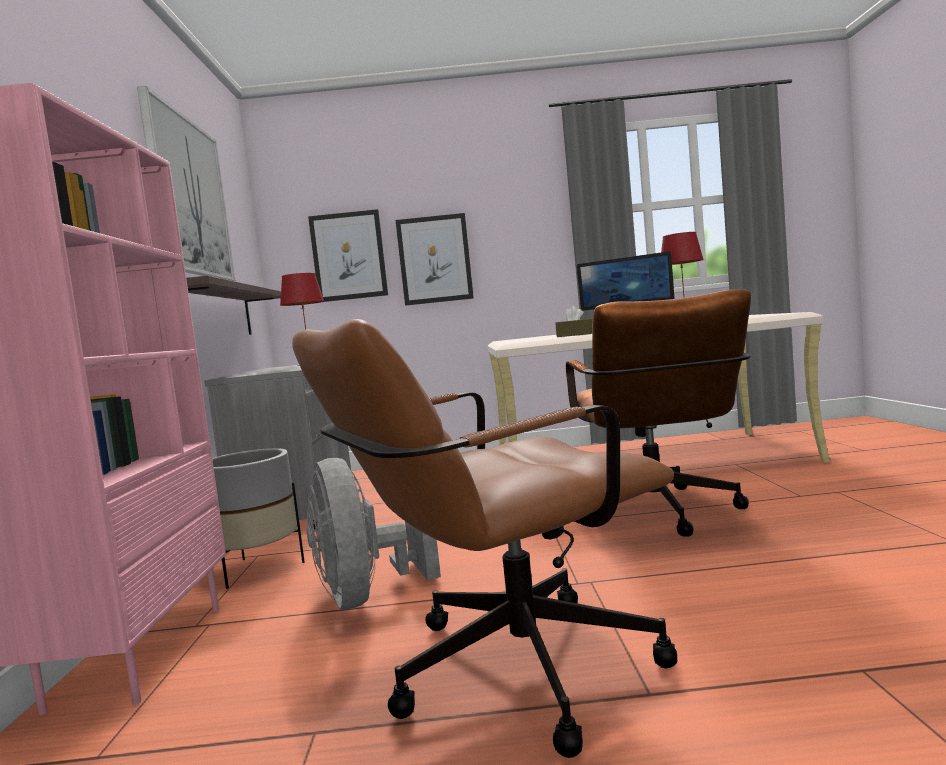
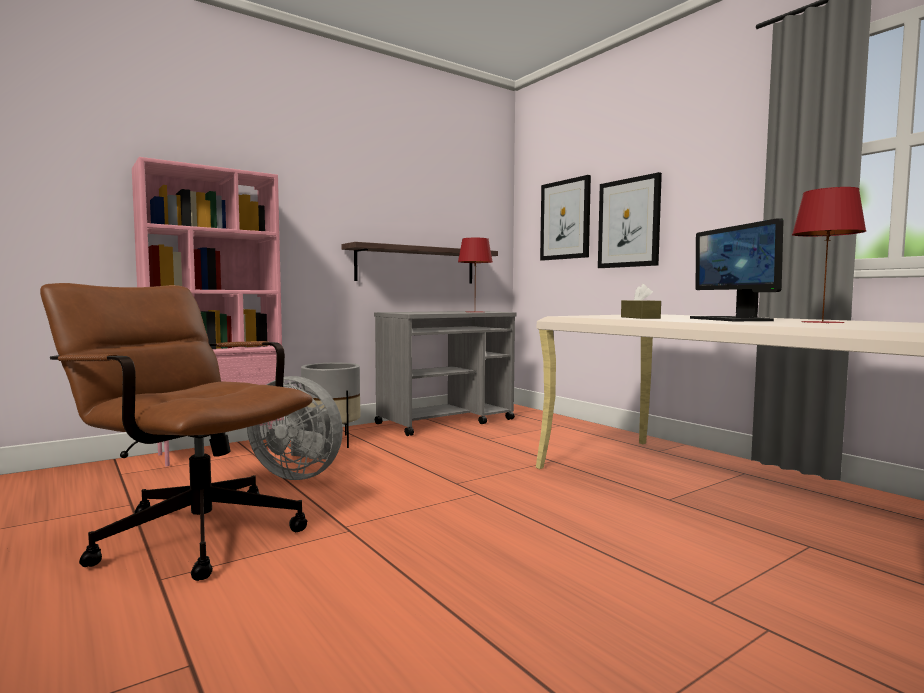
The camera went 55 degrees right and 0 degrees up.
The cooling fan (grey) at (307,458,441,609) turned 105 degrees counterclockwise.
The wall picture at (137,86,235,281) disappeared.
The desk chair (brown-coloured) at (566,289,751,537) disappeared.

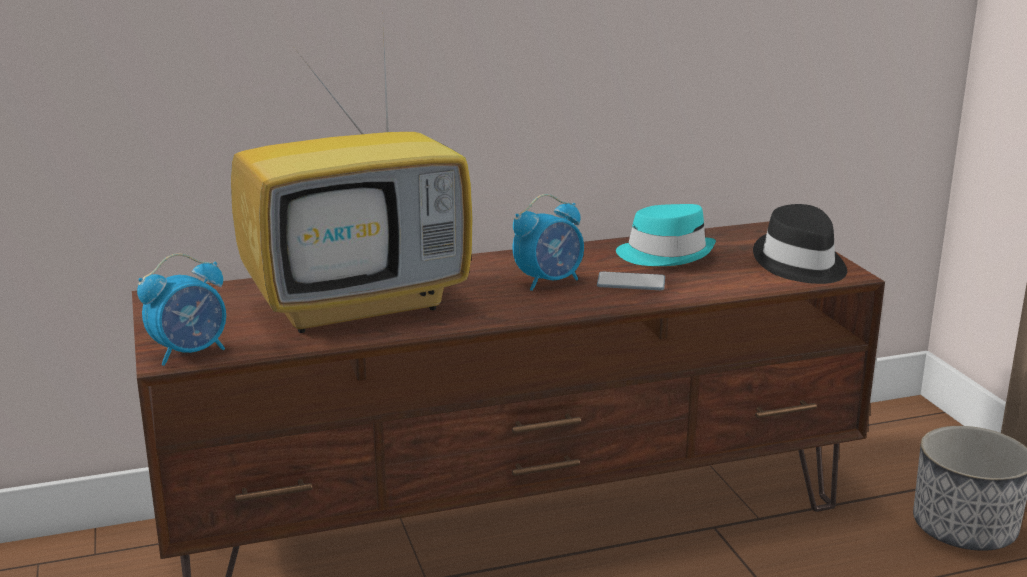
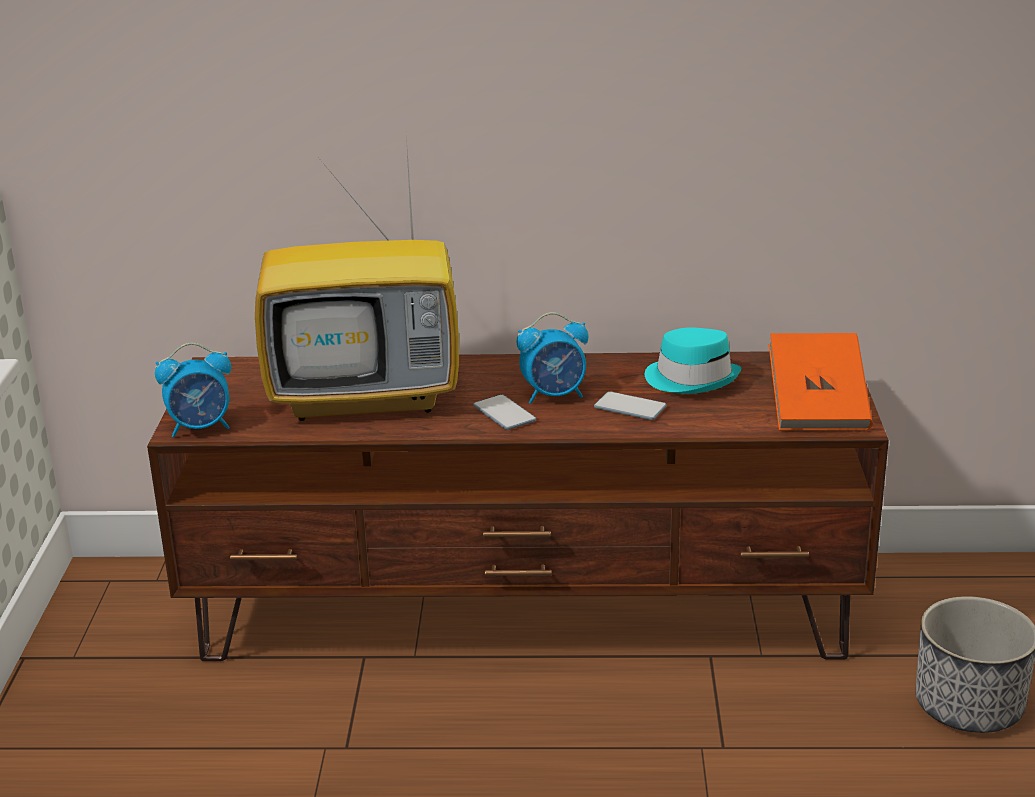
The camera went 20 degrees right and 5 degrees up.
The telephone at (473,394,536,430) appeared.
The clothing hat (blackish) at (753,204,847,284) was replaced by the bound book (orange-coloured) at (769,333,873,430).

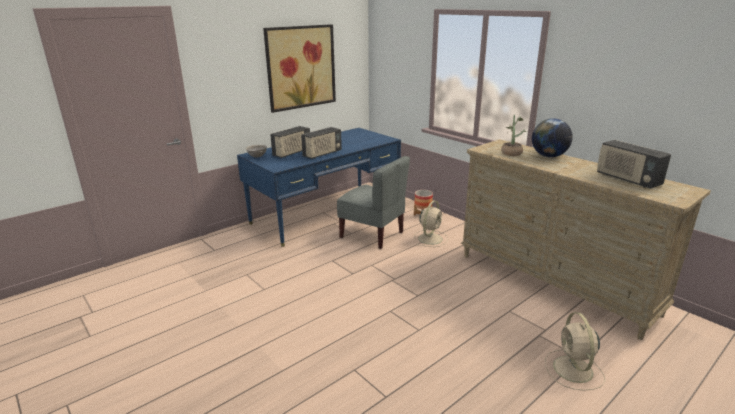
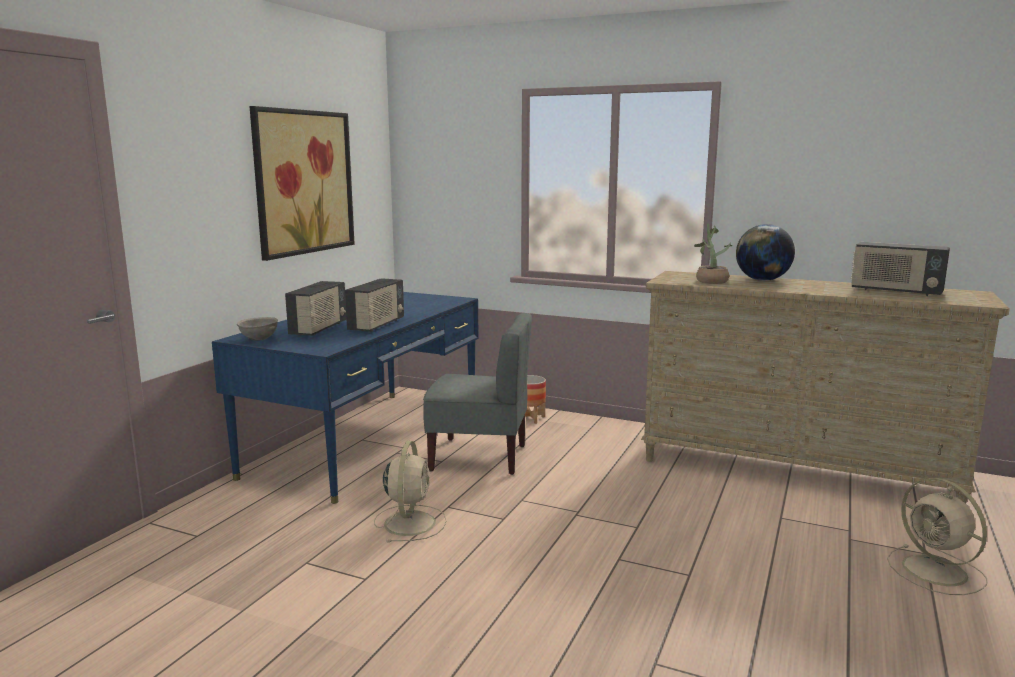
The camera went 25 degrees left and 10 degrees down.
The cooling fan (beige) moved from (414,200,448,247) to (374,441,447,542).

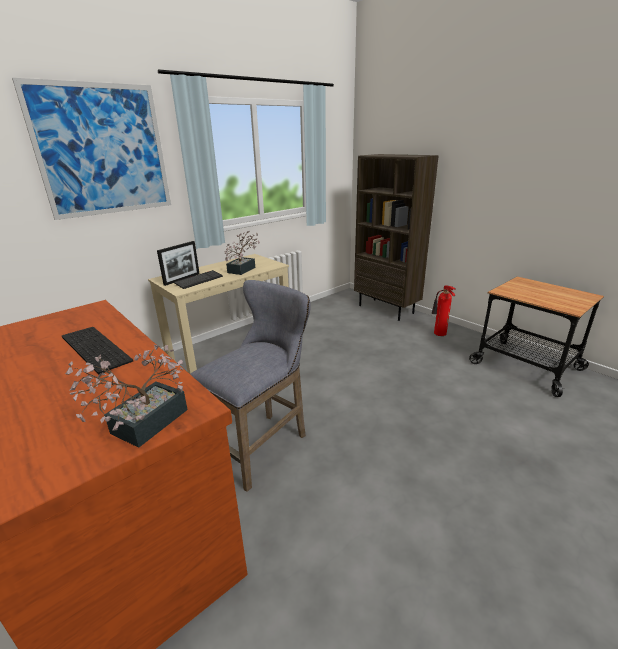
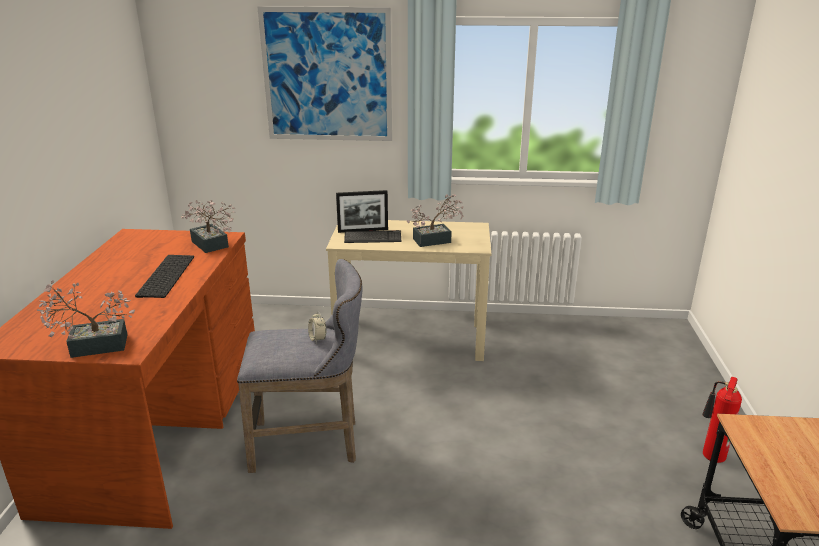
The camera went 45 degrees right and 0 degrees up.
The houseplant at (181,200,235,253) appeared.
The alarm clock at (308,311,326,343) appeared.
The shelving unit (brown-coloured) at (354,154,439,321) disappeared.

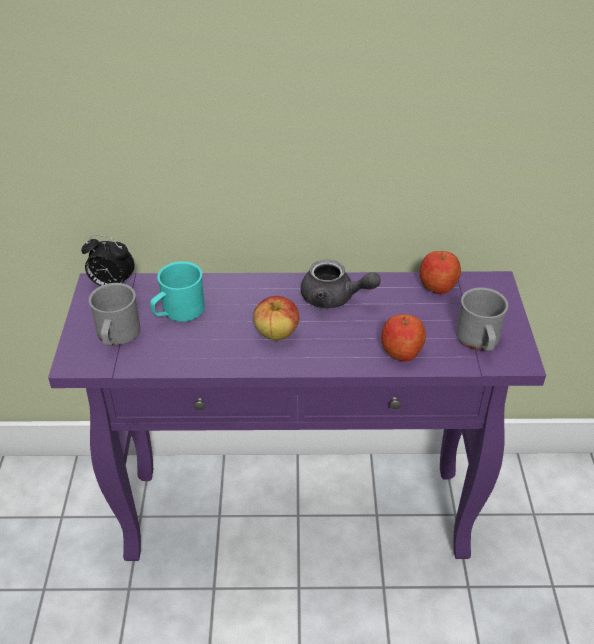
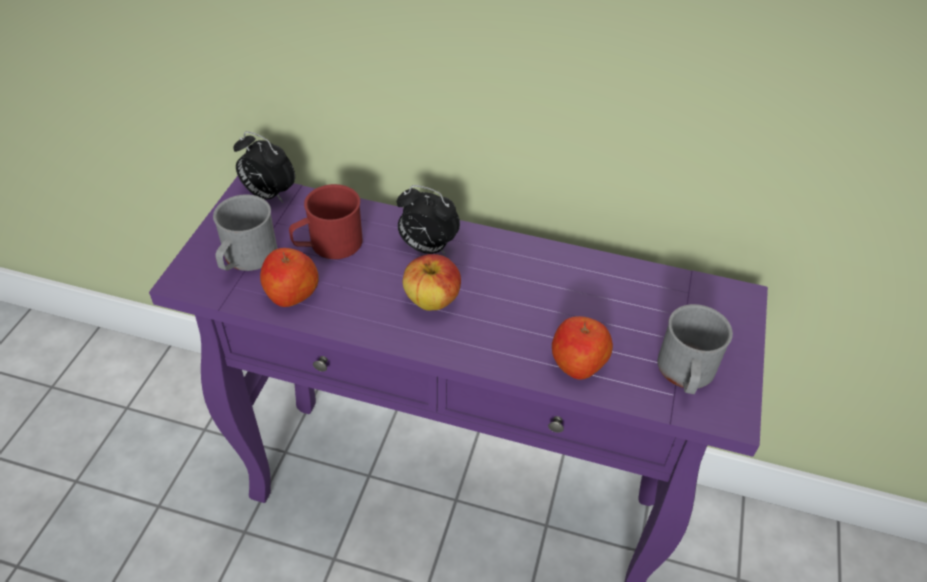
The camera went 15 degrees right and 5 degrees up.
The whole apple moved from (420,251,461,294) to (260,248,319,307).
The coffee mug (turquoise) at (150,261,205,322) became the coffee mug (reddish) at (289,184,363,259).
The alarm clock at (397,185,460,256) appeared.
The teapot (grey) at (301,260,381,308) disappeared.

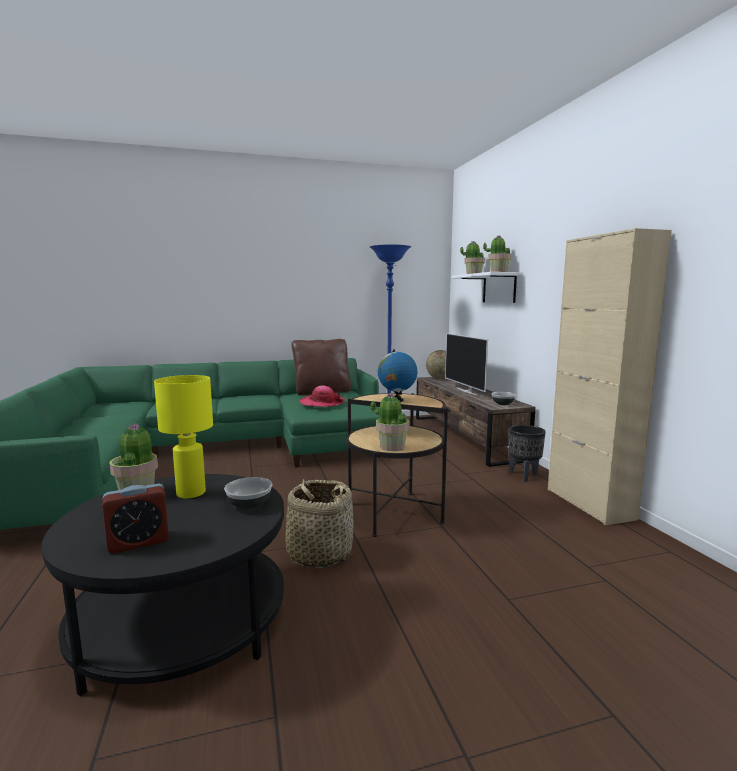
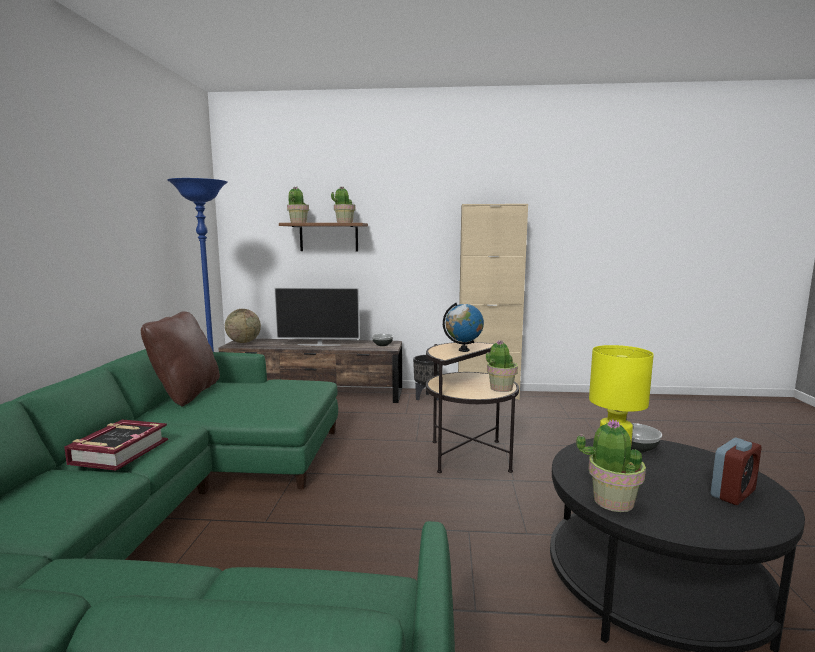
The camera went 70 degrees left and 0 degrees up.
The bound book at (64,419,168,471) appeared.
The wall shelf (white-coloured) at (452,272,523,303) became the wall shelf (brown-coloured) at (279,223,368,251).
The alarm clock at (102,483,169,553) turned 60 degrees clockwise.
The storage basket at (285,479,354,568) disappeared.
The clothing hat at (300,385,345,407) disappeared.

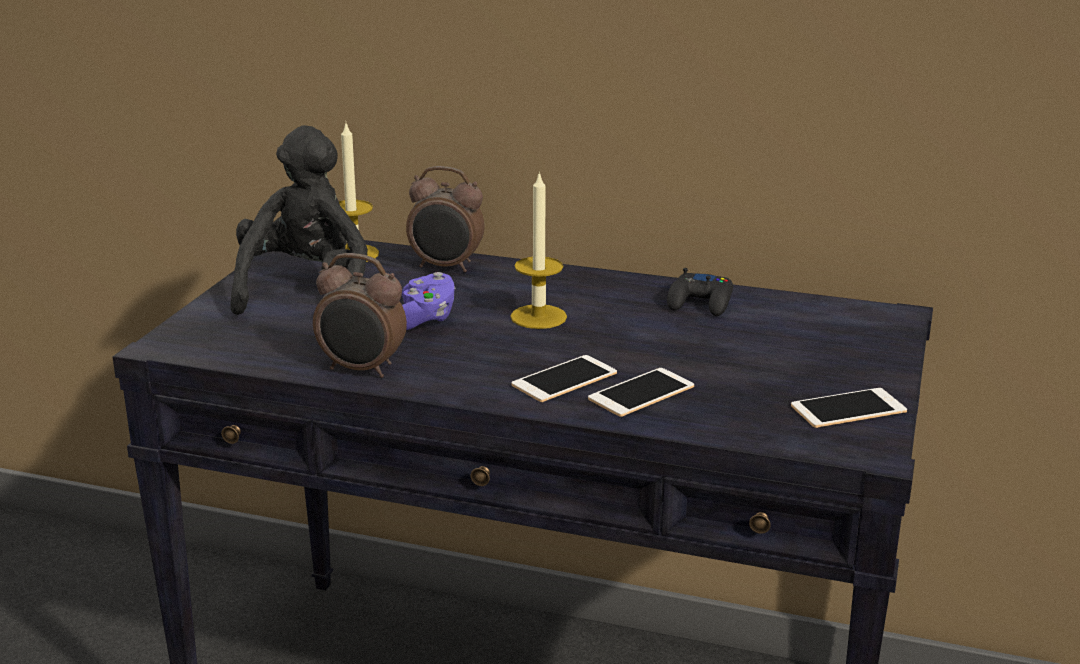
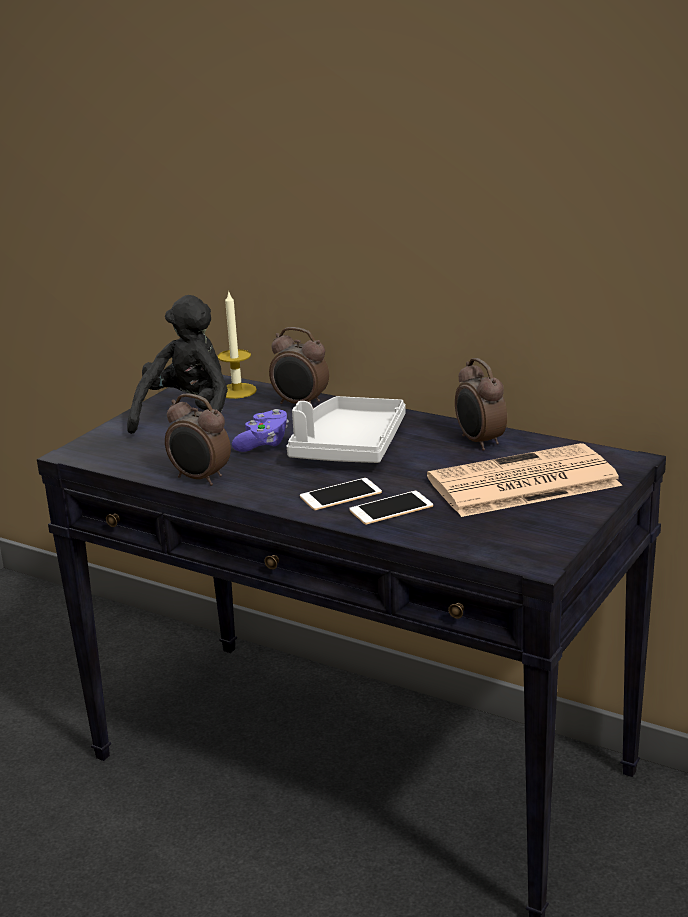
The camera went 15 degrees right and 0 degrees up.
The wax candle at (510,171,567,329) was replaced by the carrying tray (grey) at (286,396,406,463).
The printed paper at (427,443,622,517) appeared.
The gamepad (blackish) at (667,268,733,316) was replaced by the alarm clock at (455,358,507,451).
The telephone at (791,388,907,428) disappeared.

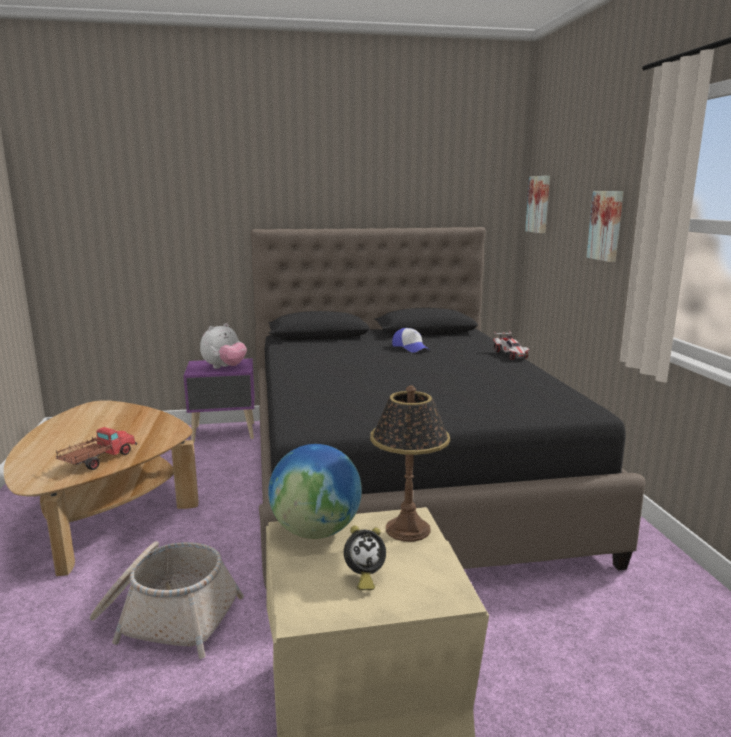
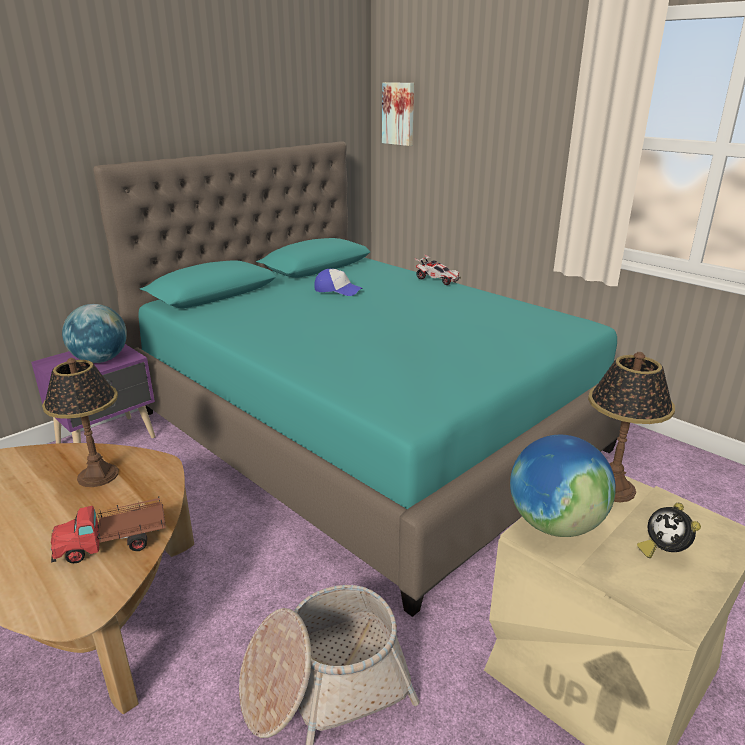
The camera went 35 degrees left and 10 degrees up.
The tabletop lamp at (42,358,119,487) appeared.
The toy lorry at (56,427,137,470) turned 105 degrees counterclockwise.
The plush toy at (200,323,247,369) was replaced by the desk globe at (62,304,127,363).
The bedroom bed (blackish) at (251,227,646,588) became the bedroom bed (turquoise) at (93,141,621,617).
The alarm clock at (344,525,386,590) turned 120 degrees clockwise.
The wall picture at (587,191,624,262) disappeared.

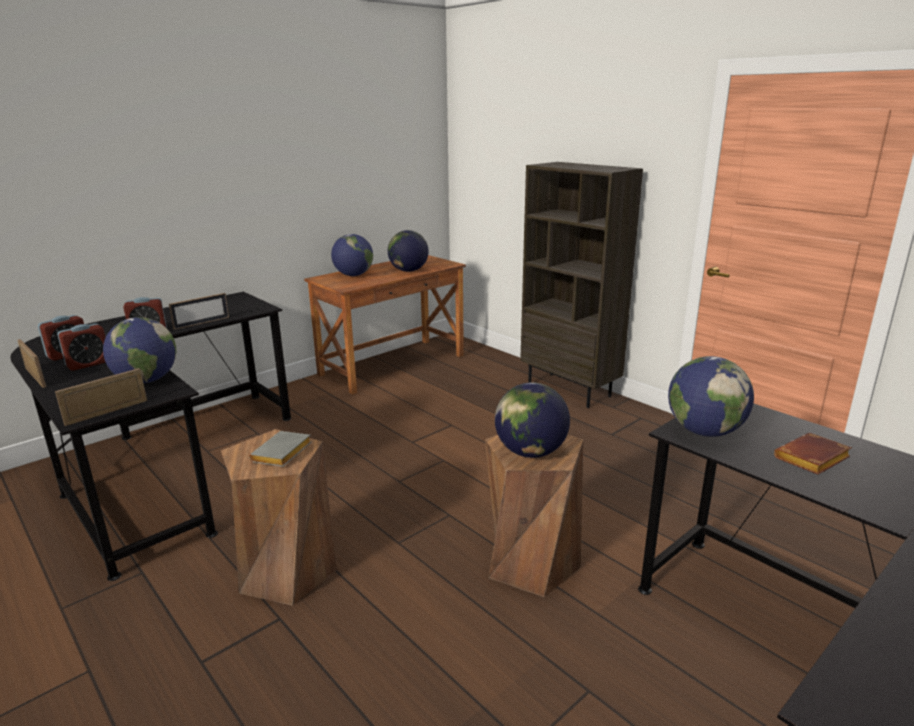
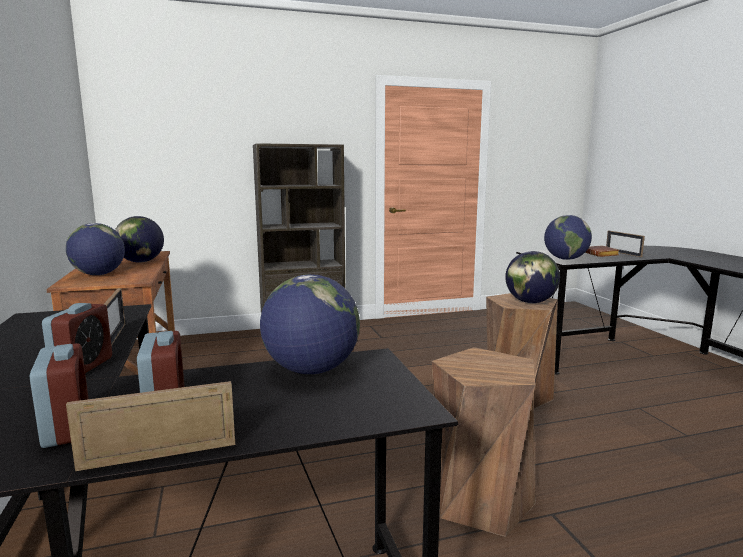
The camera went 65 degrees left and 10 degrees down.
The picture frame moved from (55,368,147,426) to (606,231,645,257).
The bound book (grey) at (249,431,311,467) disappeared.

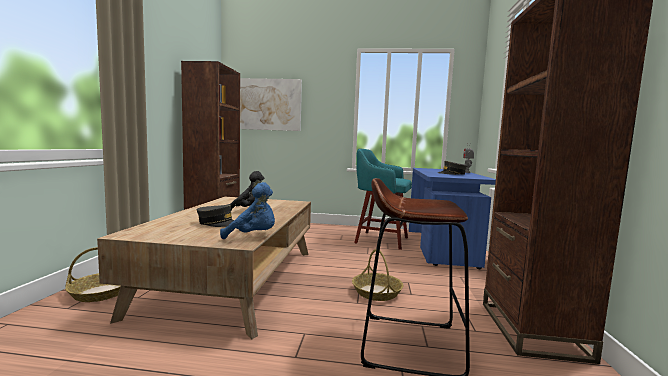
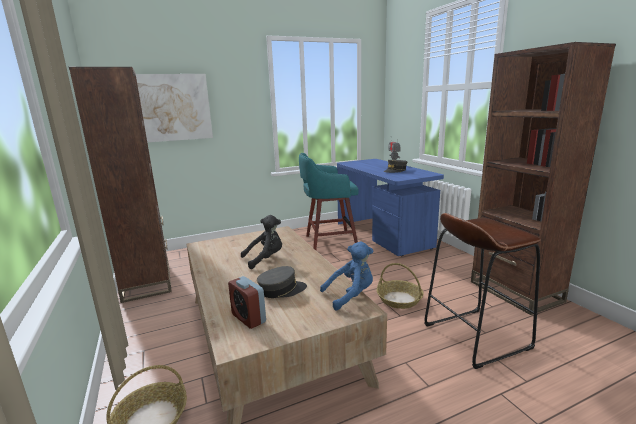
The camera went 30 degrees left and 10 degrees up.
The alarm clock at (228,276,266,329) appeared.

